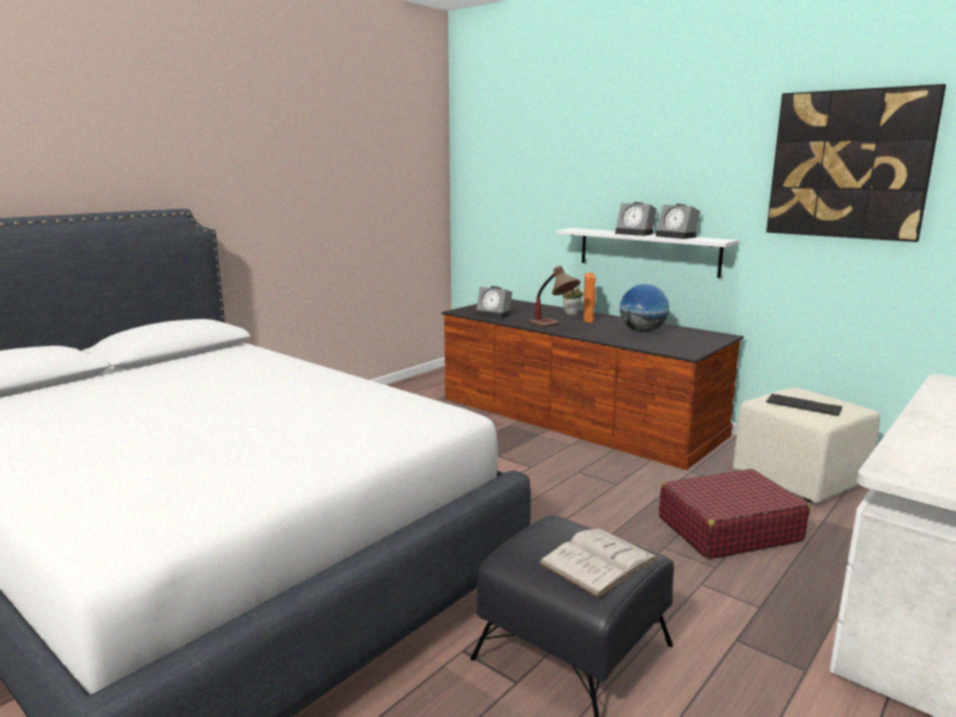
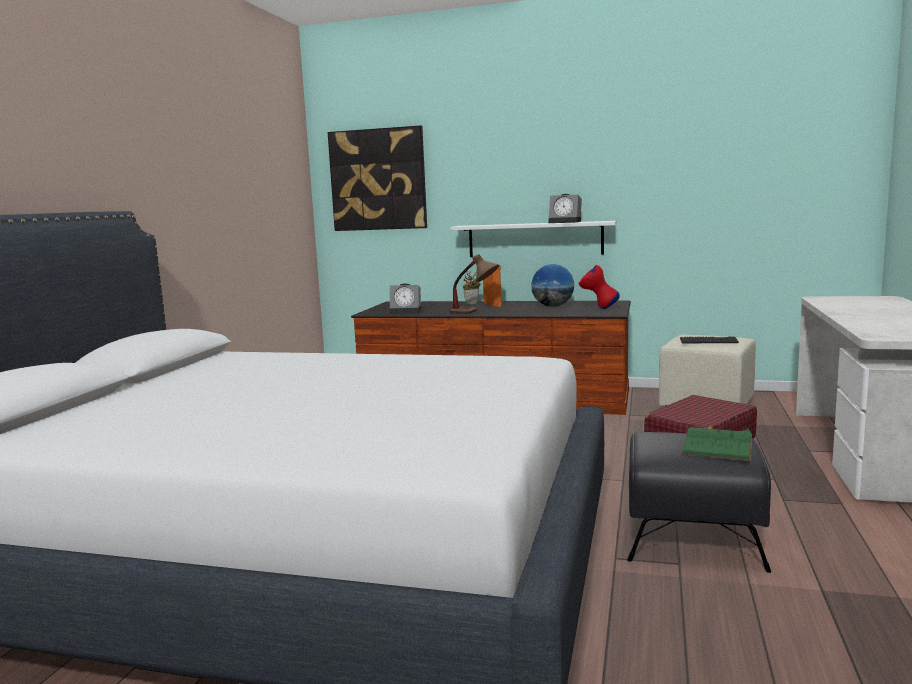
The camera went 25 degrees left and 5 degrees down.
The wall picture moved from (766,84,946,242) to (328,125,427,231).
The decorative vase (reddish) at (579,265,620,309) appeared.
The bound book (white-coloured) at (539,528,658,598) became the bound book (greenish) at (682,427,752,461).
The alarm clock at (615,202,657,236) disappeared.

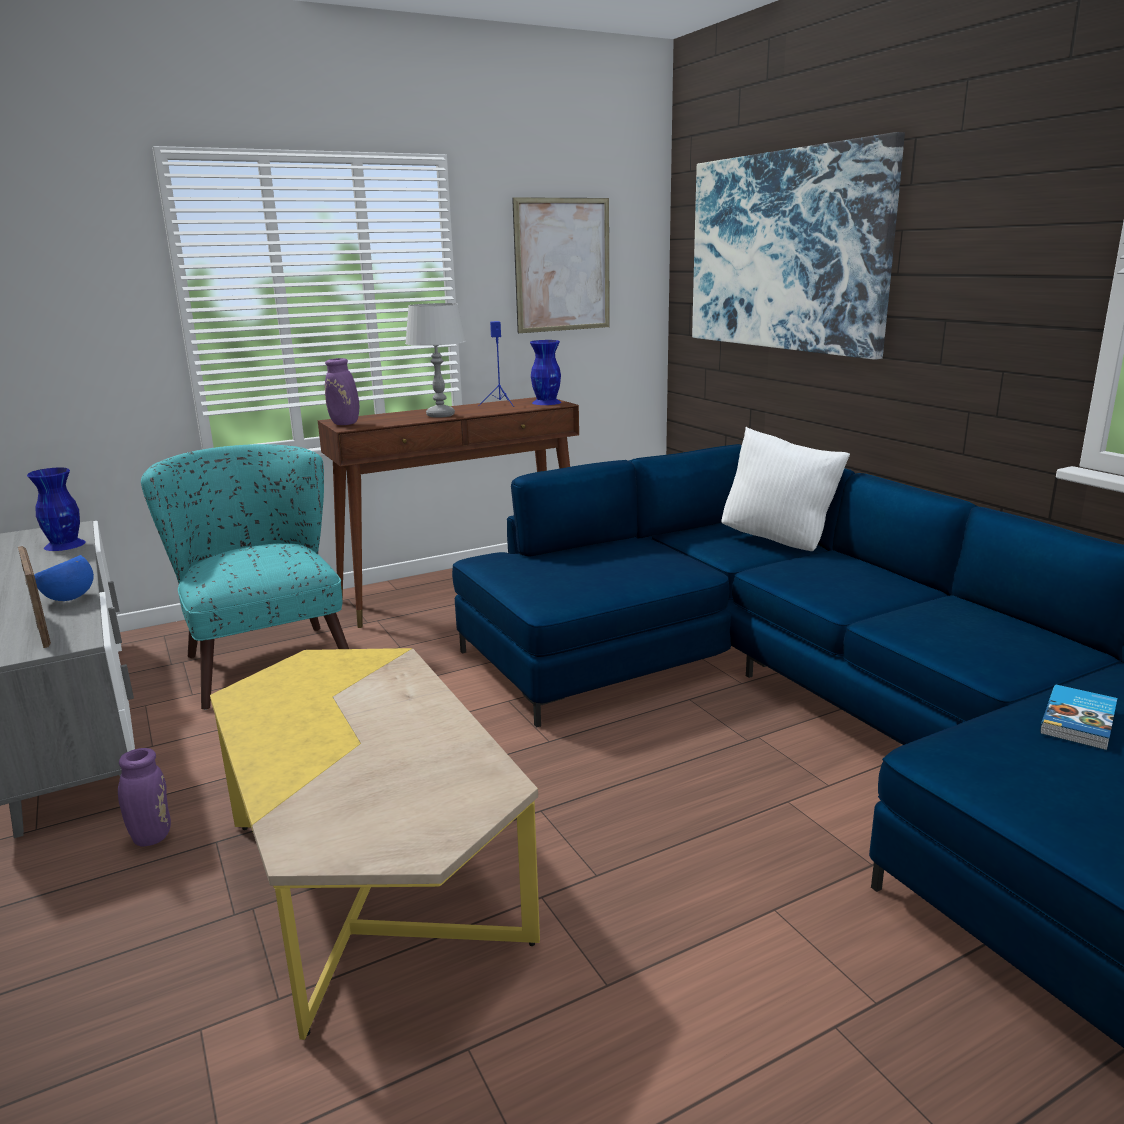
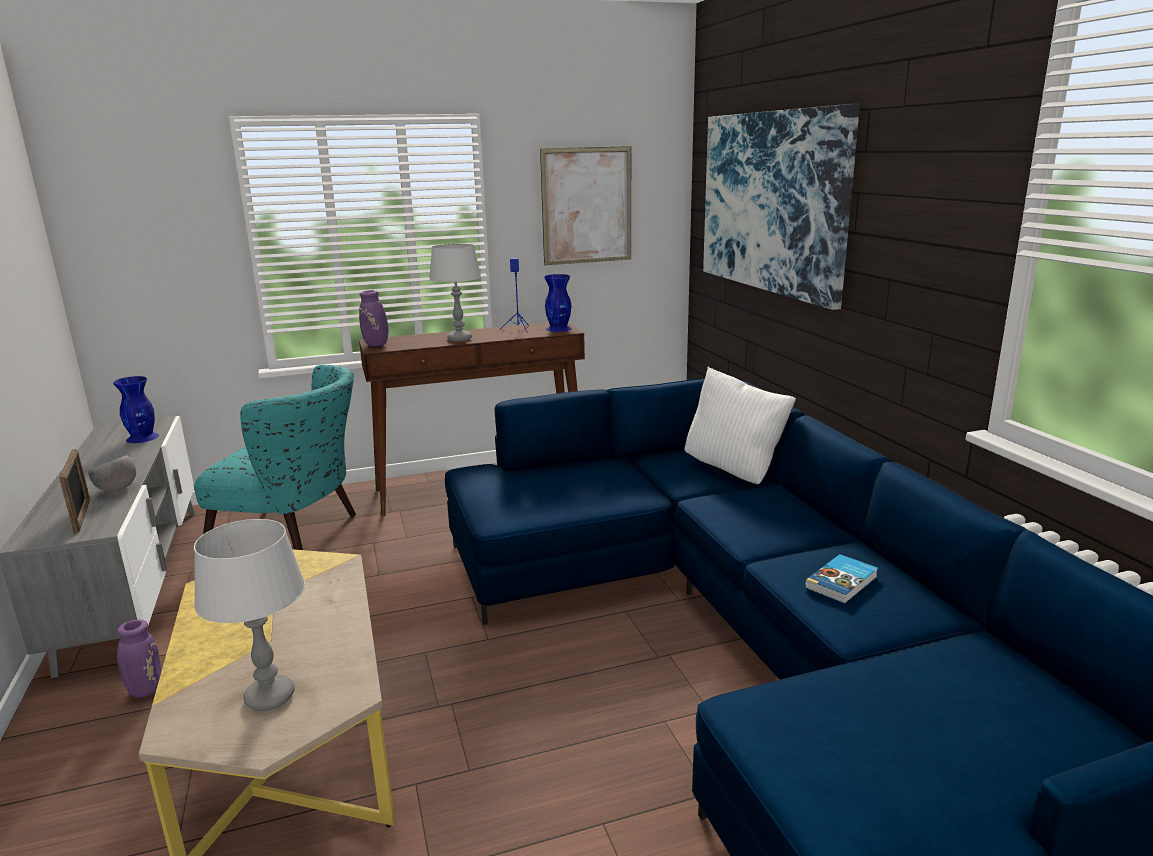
The camera went 10 degrees right and 0 degrees up.
The serving bowl (blue-coloured) at (34,555,94,601) became the serving bowl (grey) at (88,455,136,492).
The easy chair (turquoise) at (141,444,349,710) turned 120 degrees clockwise.
The tabletop lamp (grey) at (194,519,305,711) appeared.
The bound book moved from (1040,685,1117,751) to (805,554,878,604).

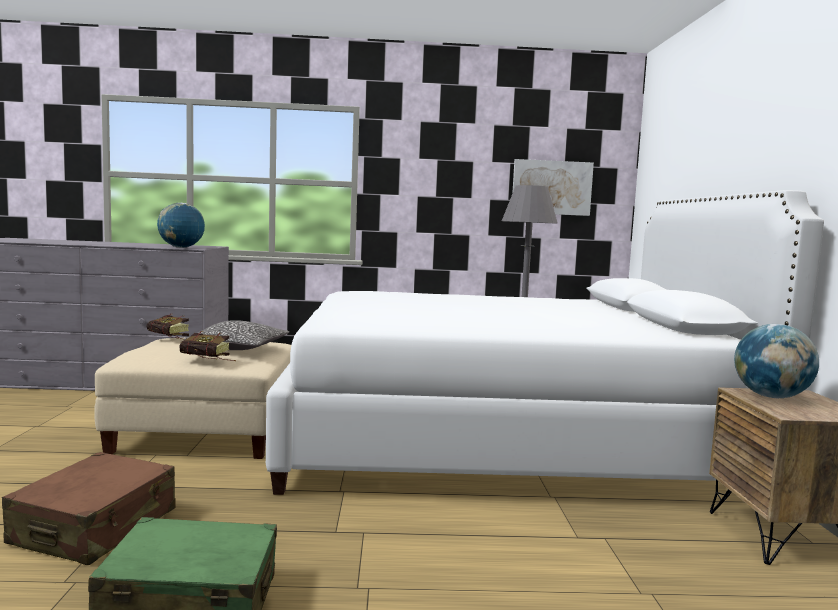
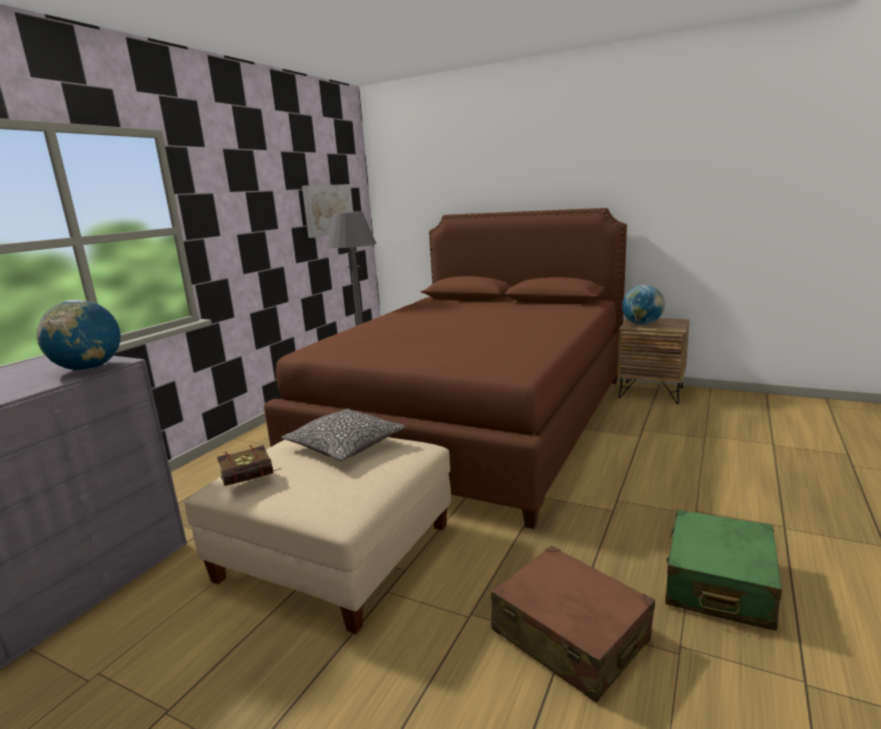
The camera went 60 degrees left and 10 degrees up.
The bedroom bed (white-coloured) at (266,190,824,495) became the bedroom bed (brown-coloured) at (264,208,627,529).
The bound book at (179,331,236,361) disappeared.

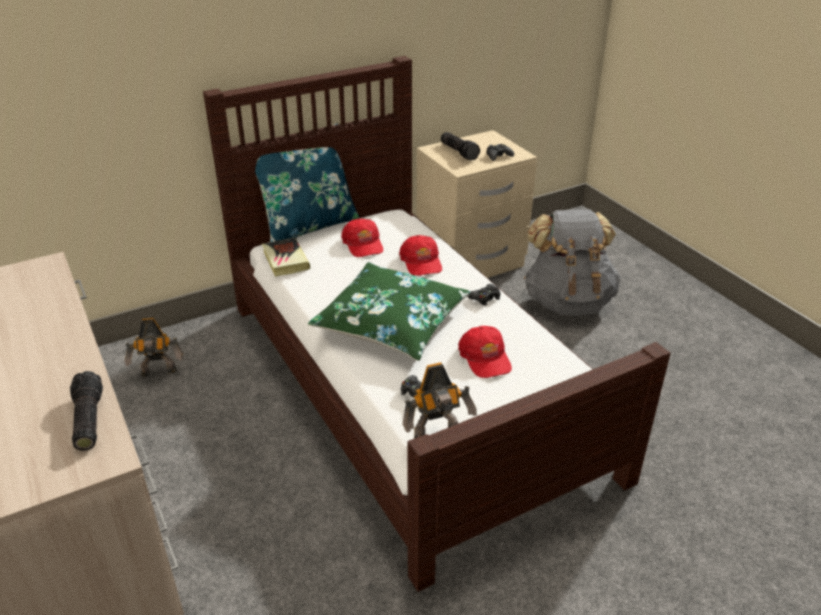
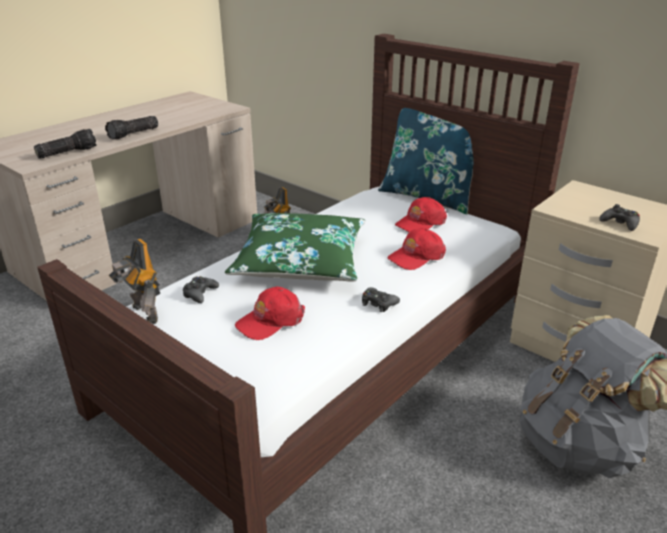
The camera went 70 degrees right and 5 degrees down.
The flashlight moved from (441,132,480,160) to (105,116,158,139).
The bound book at (262,237,310,277) disappeared.

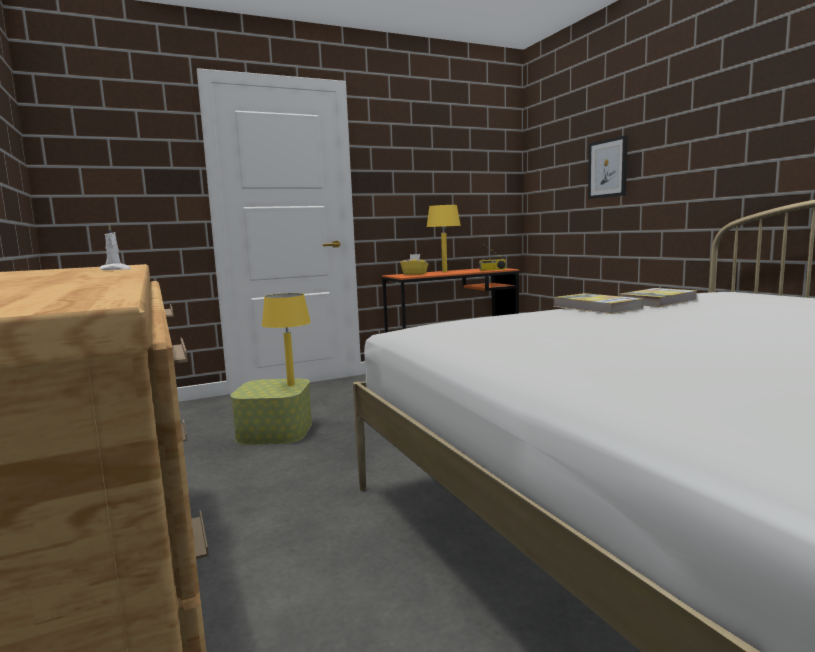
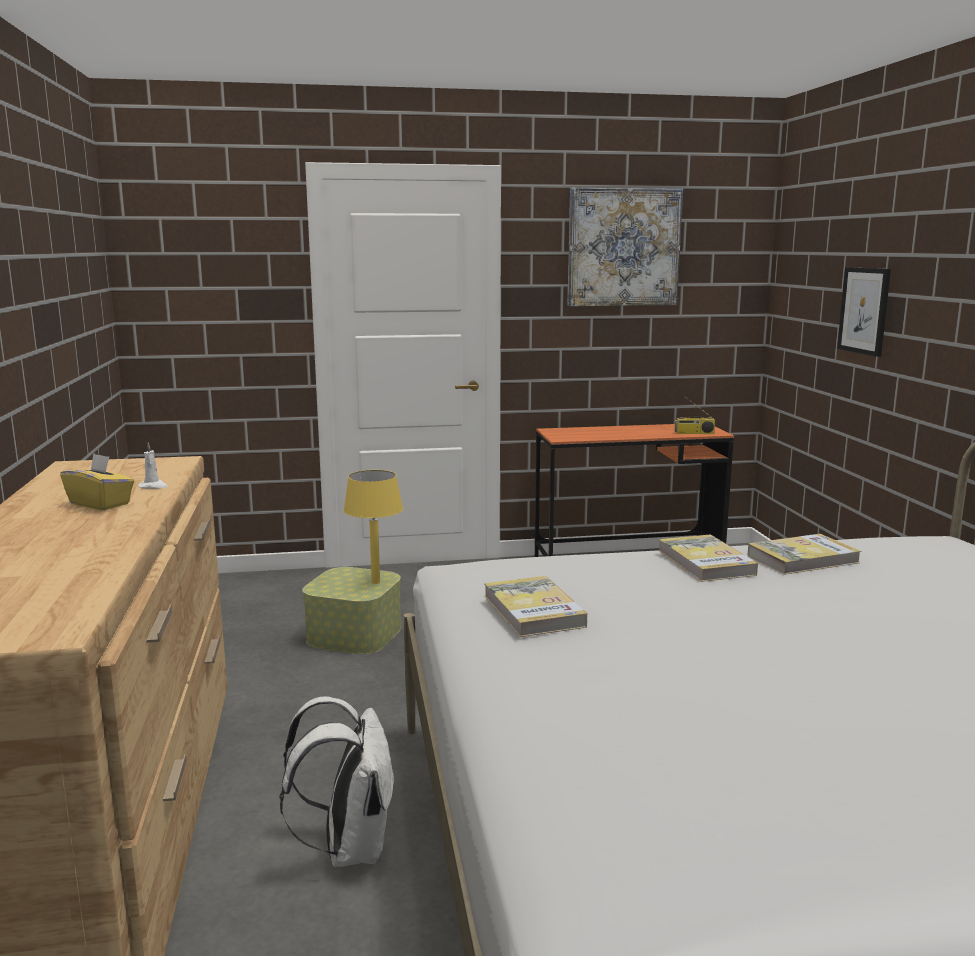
The camera went 15 degrees right and 5 degrees up.
The box of tissues (yellow-coloured) moved from (400,254,429,275) to (60,453,134,511).
The knapsack (white-coloured) at (280,697,395,867) appeared.
The bound book at (484,576,587,637) appeared.
The wall picture at (567,187,683,306) appeared.
The tabletop lamp (yellow-coloured) at (427,205,461,272) disappeared.

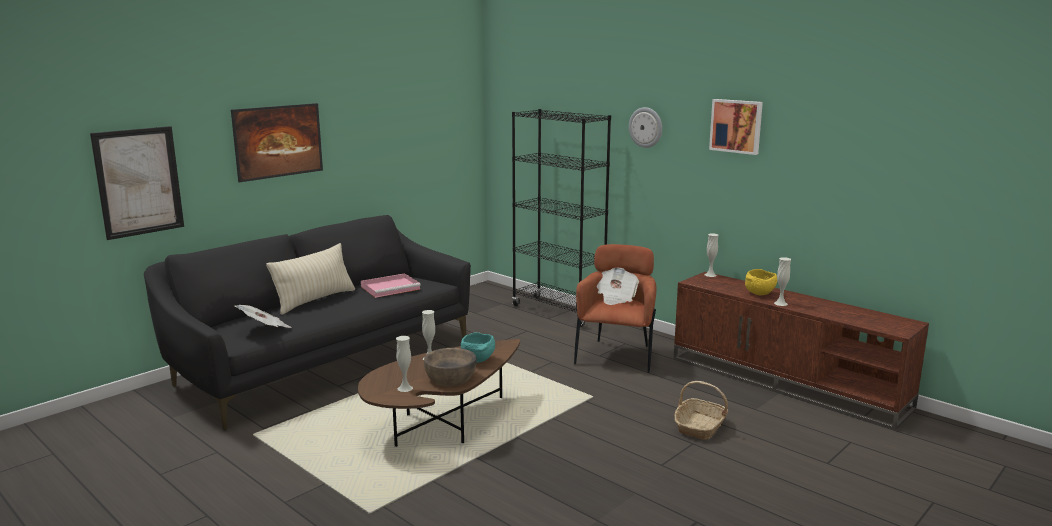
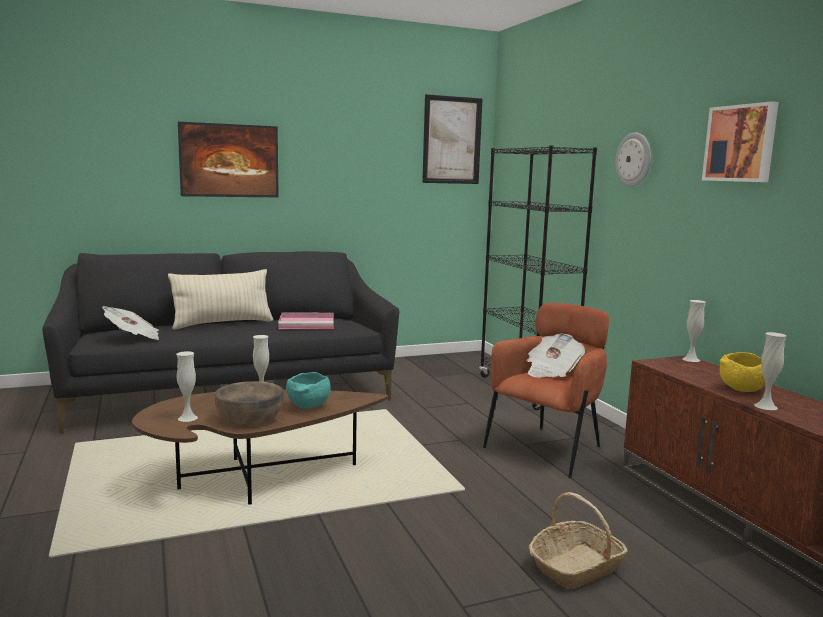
The camera went 25 degrees right and 5 degrees down.
The wall picture moved from (90,126,184,240) to (422,94,483,184).

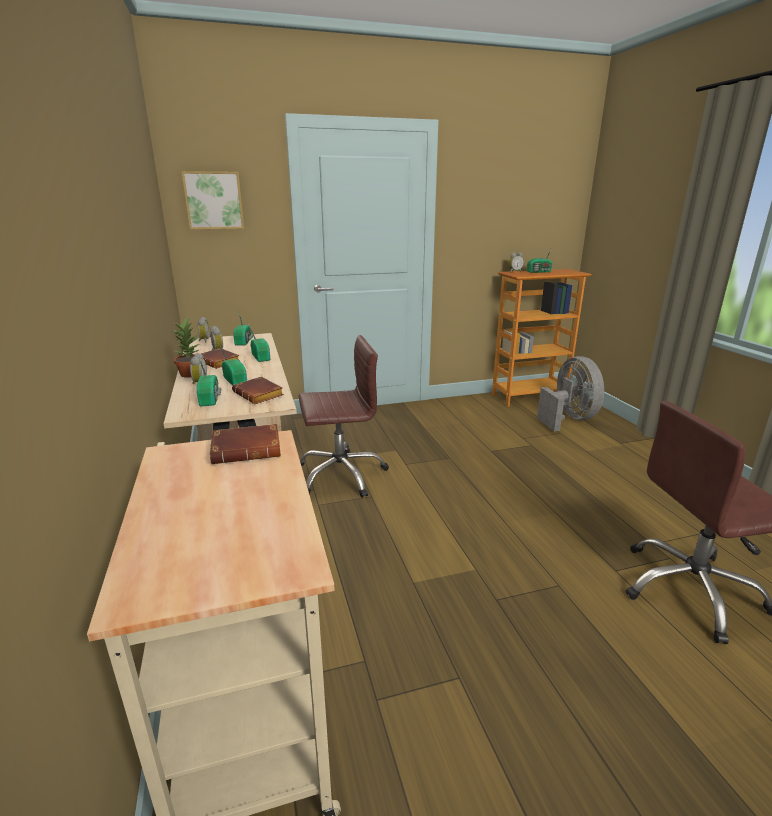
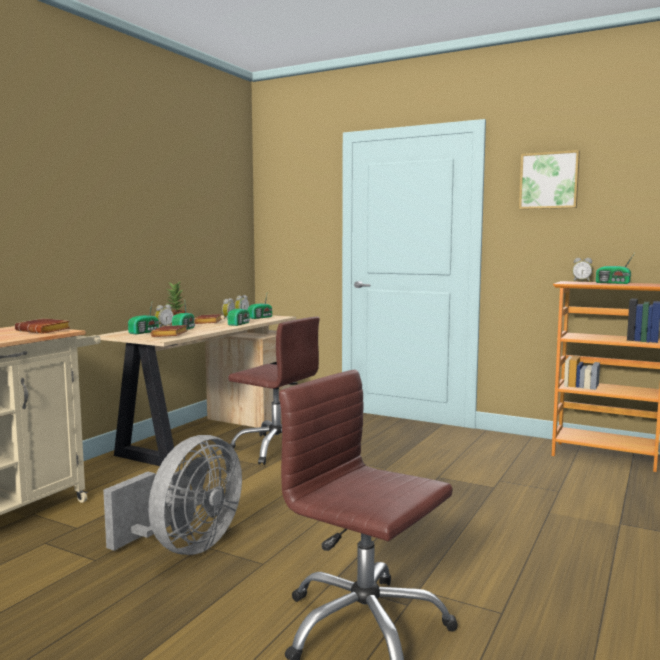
The camera went 45 degrees right and 15 degrees down.
The cooling fan (grey) moved from (537,356,604,431) to (103,435,242,555).
The wall picture moved from (181,171,244,229) to (519,150,580,209).

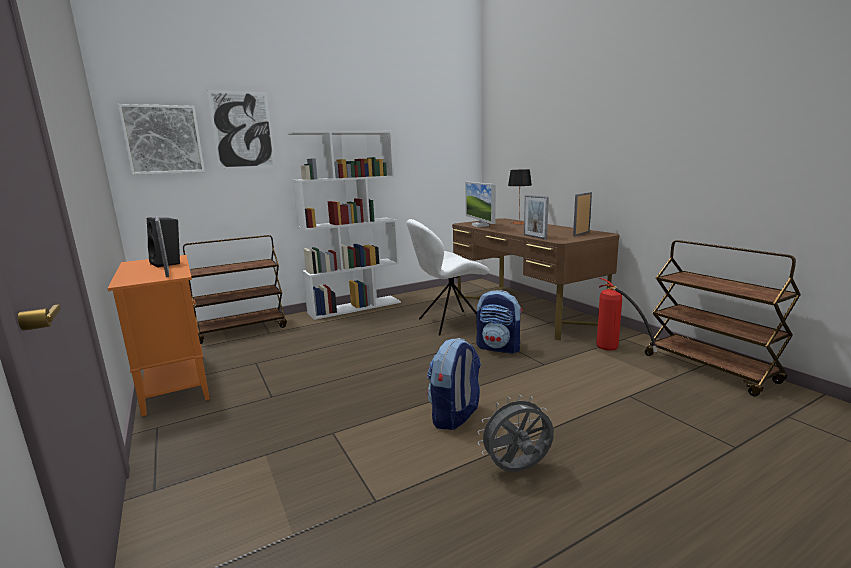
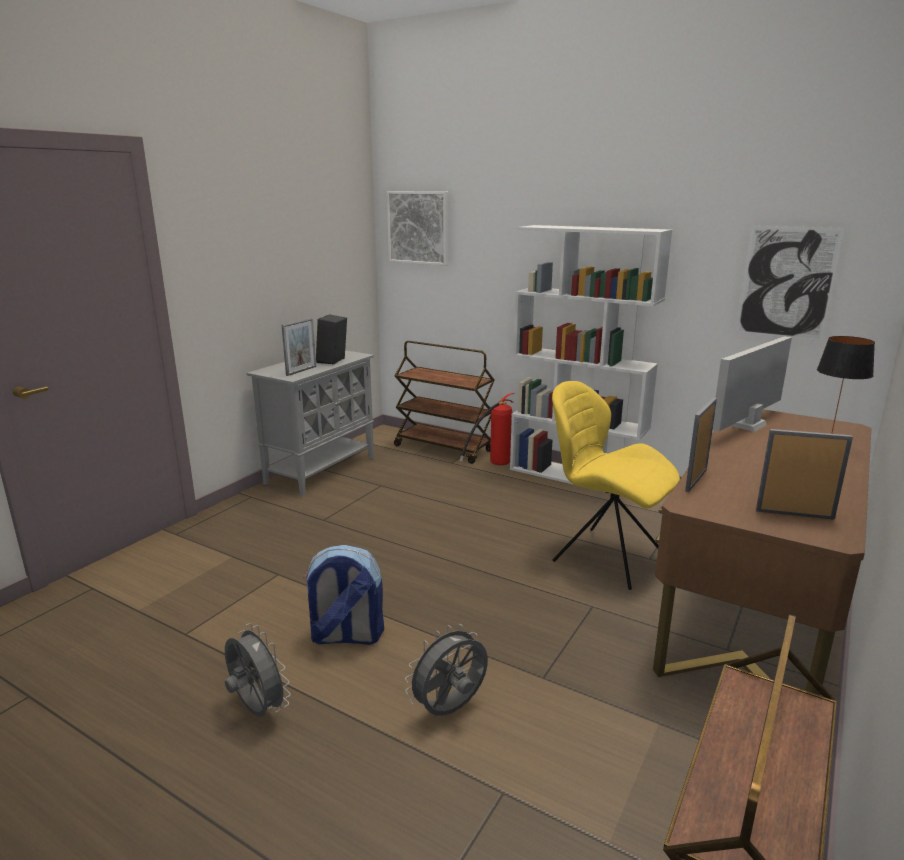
The camera went 60 degrees right and 5 degrees up.
The cabinet (orange-coloured) at (108,255,210,416) became the cabinet (grey) at (247,350,374,496).
The cooling fan (grey) at (405,624,488,716) appeared.
The fire extinguisher moved from (596,278,657,353) to (460,393,514,465).
The upright chair (white-coloured) at (406,219,490,335) became the upright chair (yellow-coloured) at (552,381,680,590).
The wall picture moved from (207,90,275,169) to (736,225,844,341).
The knapsack at (476,290,523,354) disappeared.

